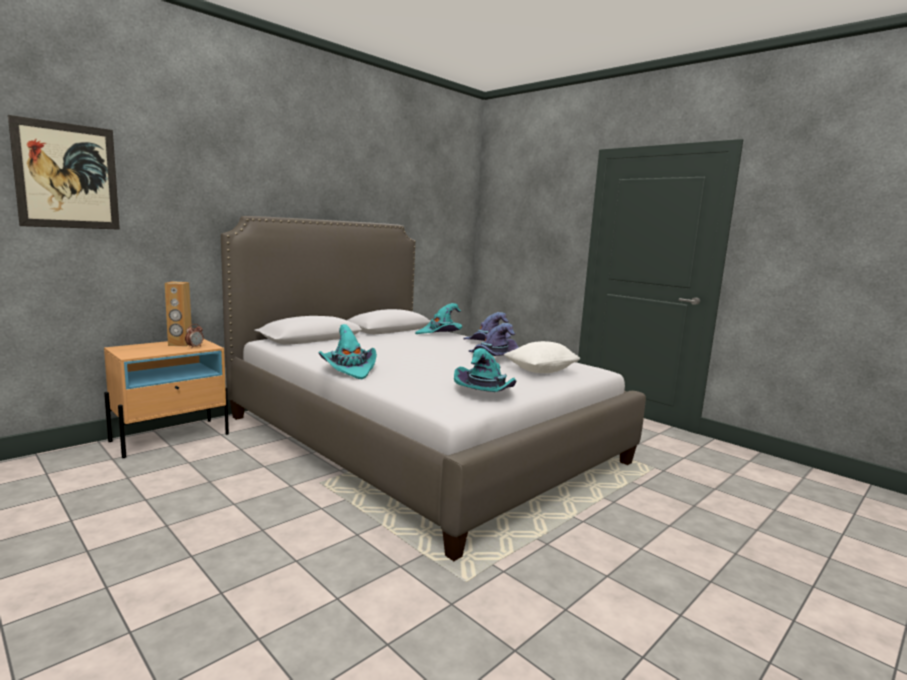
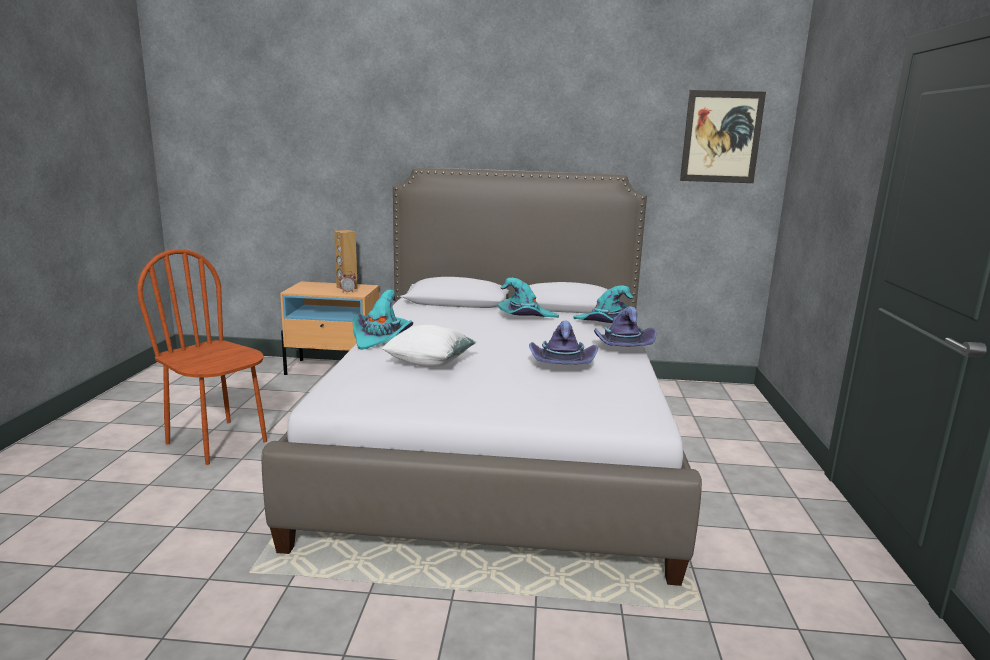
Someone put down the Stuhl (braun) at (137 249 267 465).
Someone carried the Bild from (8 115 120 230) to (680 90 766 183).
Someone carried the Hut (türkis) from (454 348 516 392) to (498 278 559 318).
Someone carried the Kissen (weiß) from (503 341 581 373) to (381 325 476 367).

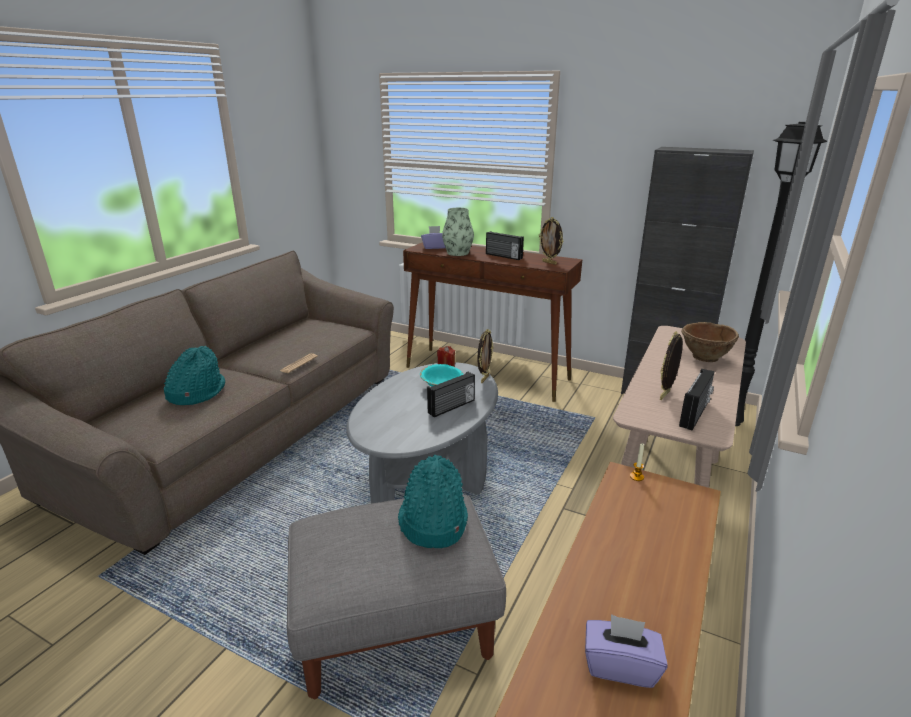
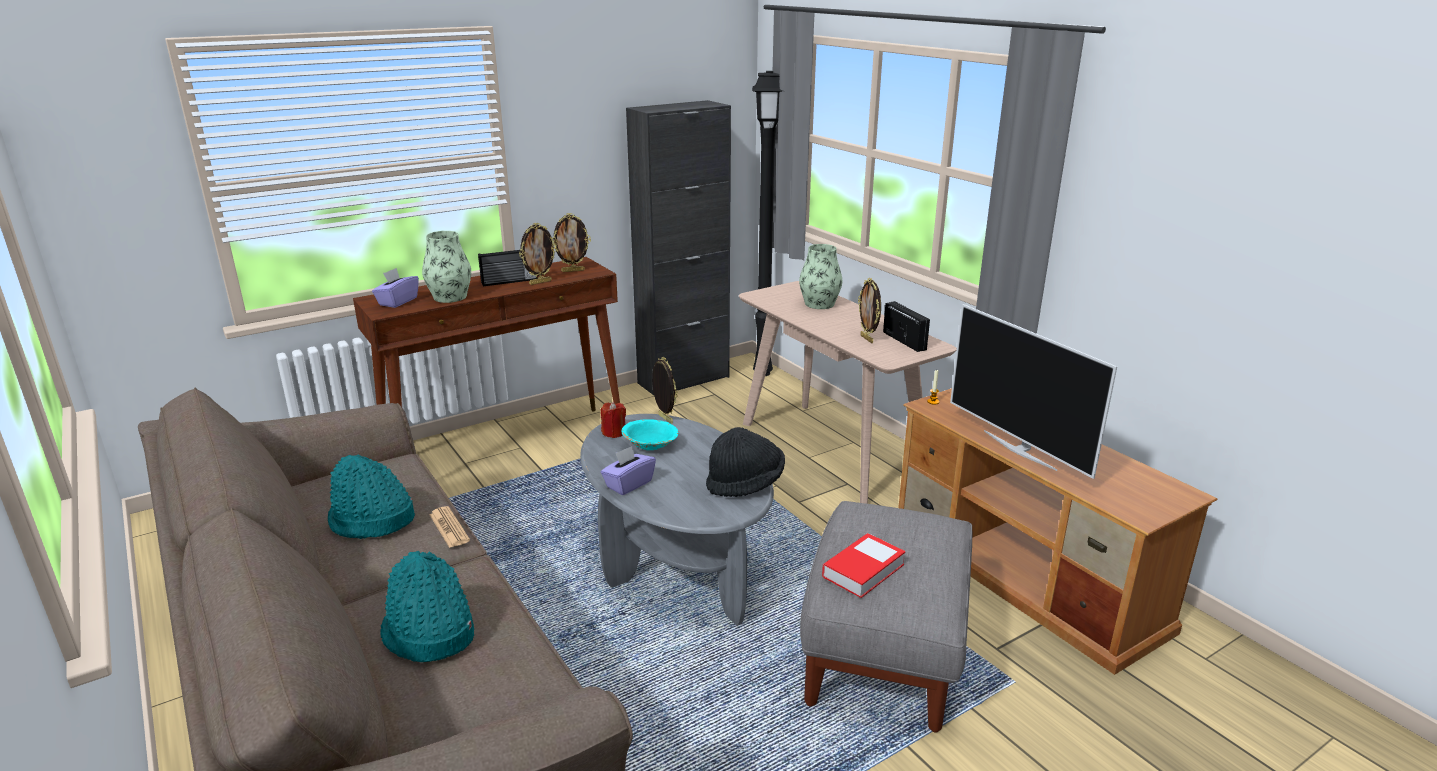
Someone took away the Radio at (427 372 475 417).
Someone put down the Bilderrahmen at (519 223 557 285).
Someone put down the Hut (schwarz) at (706 427 785 497).
Someone put down the Buch at (822 533 906 598).
Someone put down the Fernseher at (950 304 1117 479).
Someone carried the Hut (türkis) from (398 454 468 548) to (328 454 415 539).
Someone carried the Taschentuchbox (lila) from (585 614 668 688) to (601 446 656 495).
Someone swapped the Schüssel (braun) at (681 322 739 362) for the Vase at (799 244 842 309).

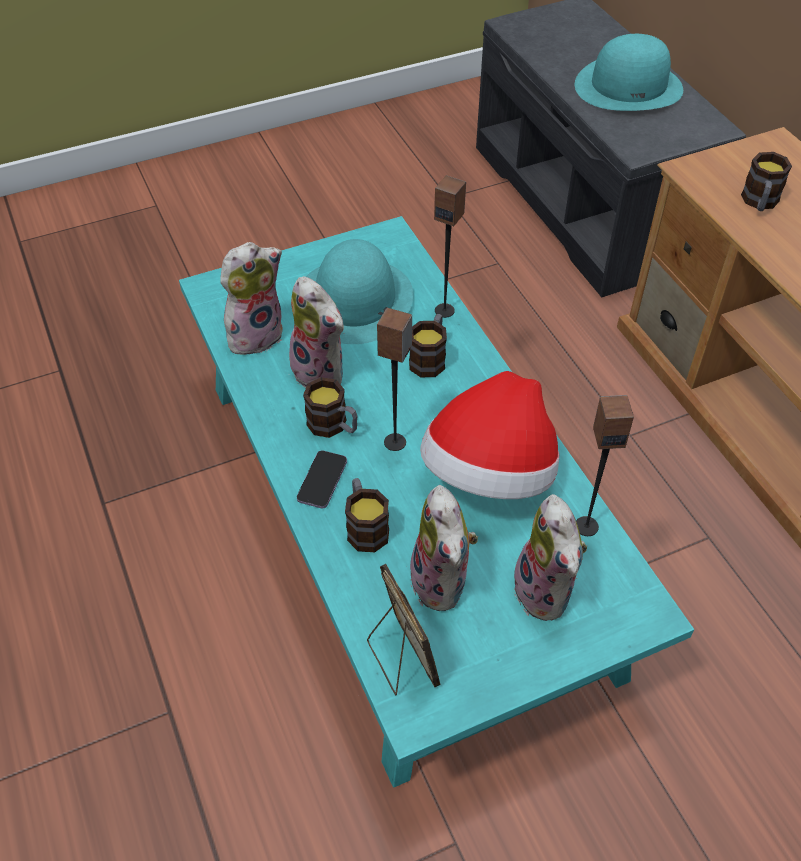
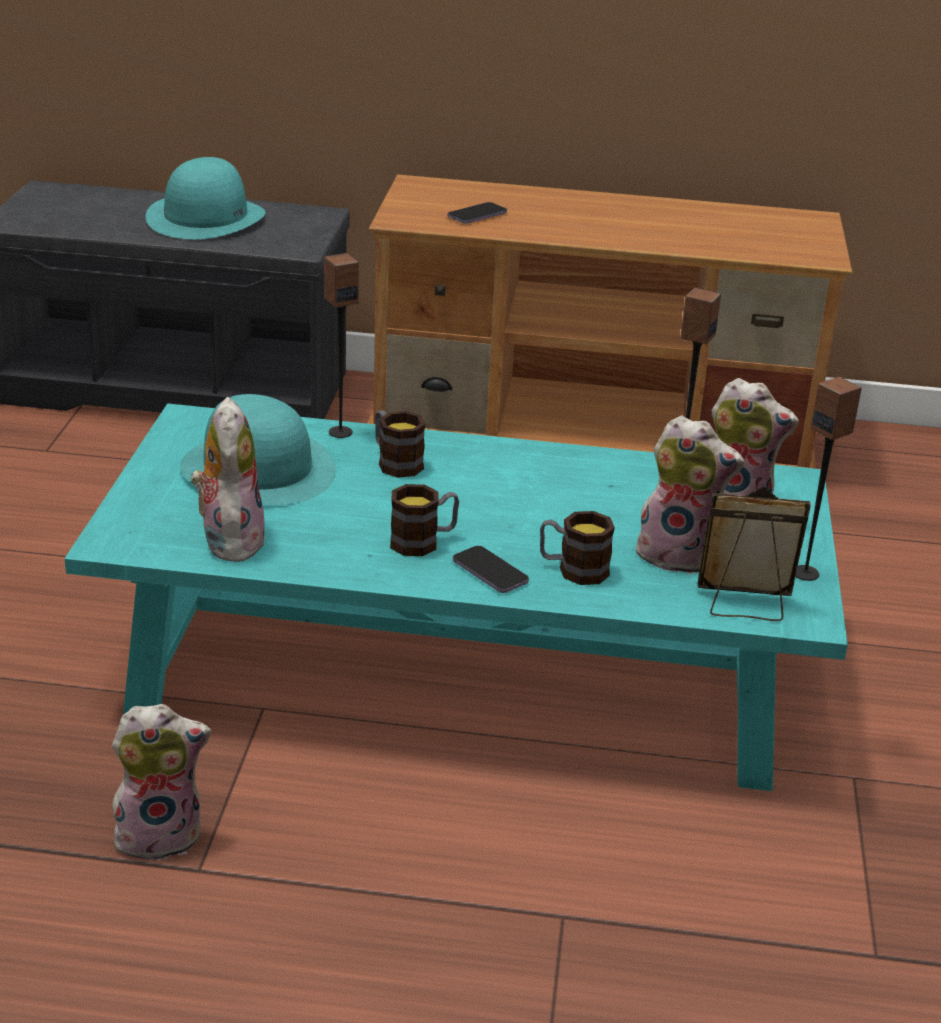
Someone took away the Hut at (420 371 559 499).
Someone carried the Plüschtier from (289 276 345 388) to (110 704 211 863).
Someone carried the Lautsprecher from (377 308 412 451) to (795 377 862 581).
Someone swapped the Henkelbecher at (741 152 792 211) for the Handy at (447 202 507 224).

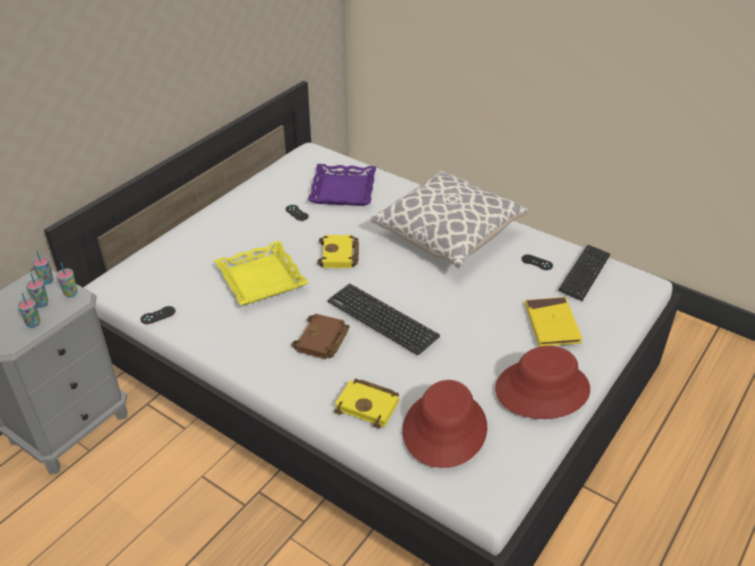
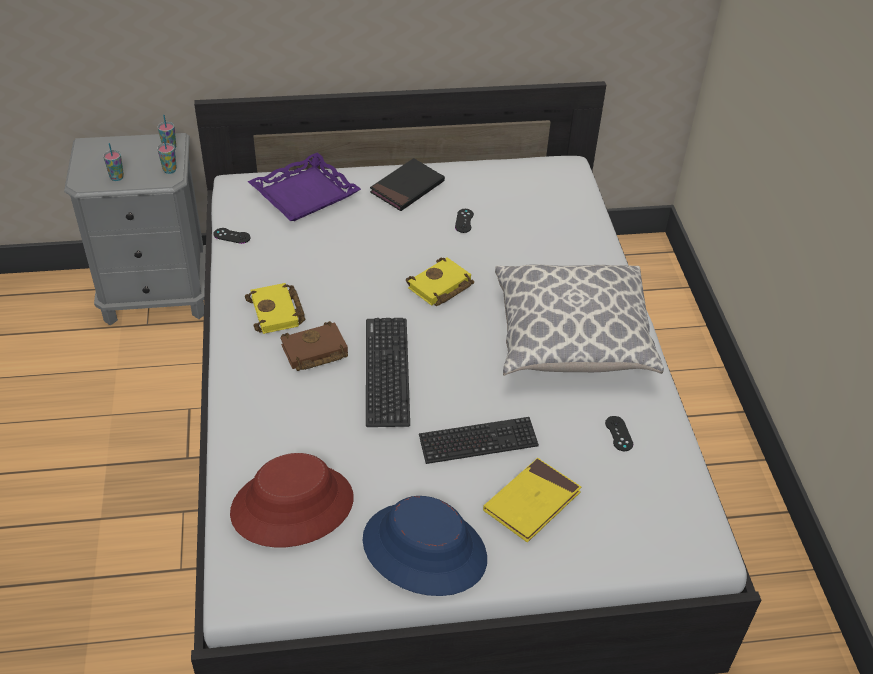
Someone took away the Tasse at (26 273 48 308).
Someone took away the Tablett (gelb) at (214 241 309 305).
Someone put down the Buch (schwarz) at (370 158 445 211).
Someone carried the Tablett (lila) from (308 164 376 206) to (248 152 361 221).
Someone carried the Buch (gelb) from (334 378 399 429) to (245 283 305 334).
Someone carried the Tastatur from (558 245 611 301) to (419 417 539 464).
Someone repainted the Hut (rot) at (495 346 590 419), which became the Hut (blau) at (363 496 487 596).

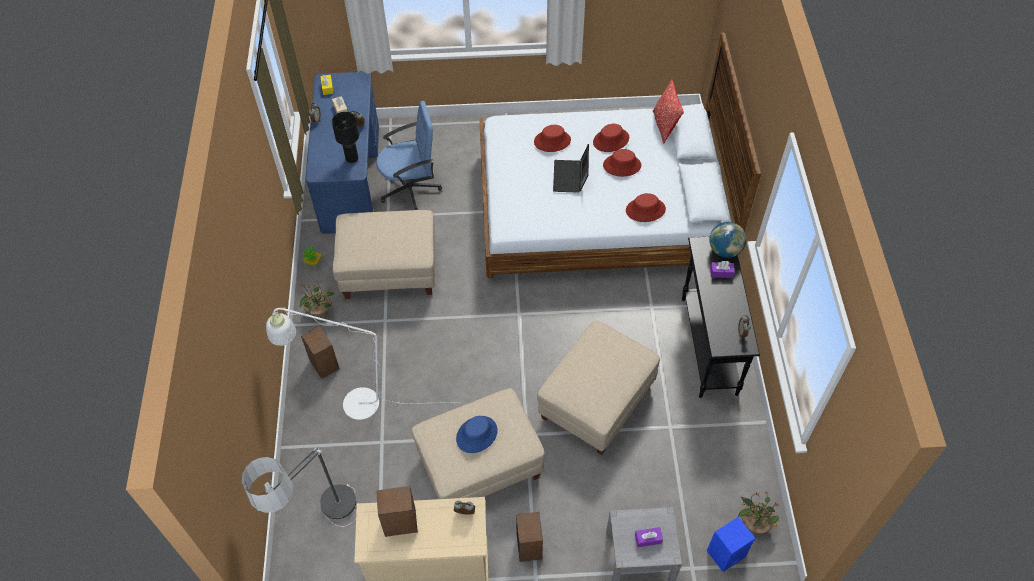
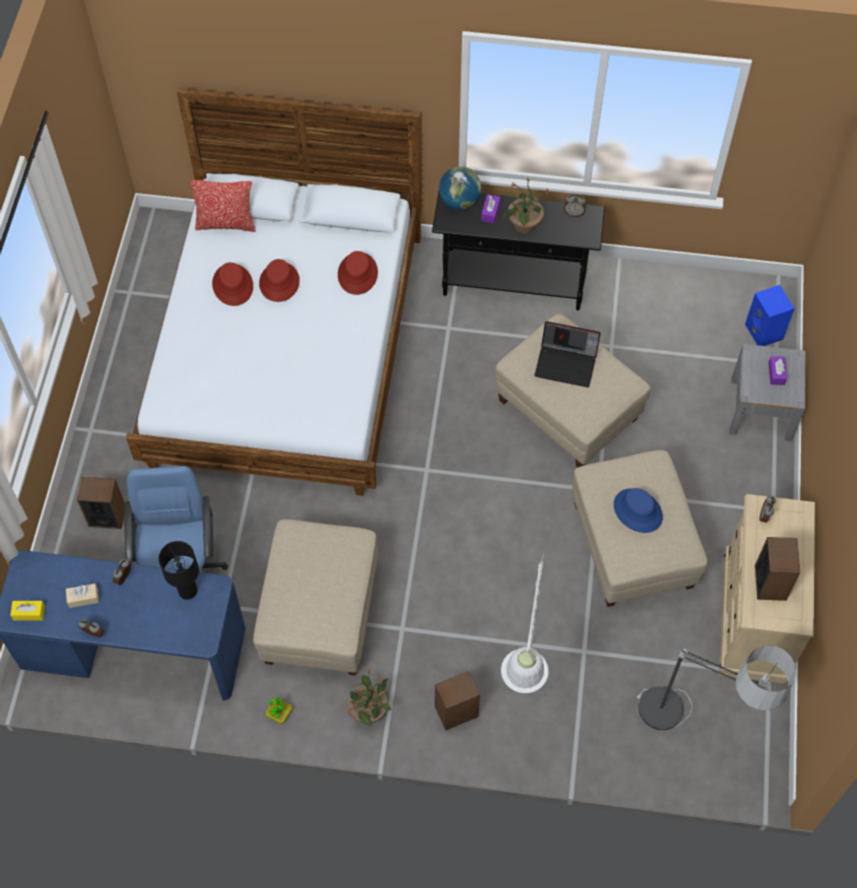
Someone took away the Hut (rot) at (534 125 571 152).
Someone carried the Lautsprecher from (516 512 543 562) to (77 477 125 529).
Someone carried the Laptop from (553 144 589 193) to (535 321 601 387).
Someone carried the Topfpflanze from (738 490 781 534) to (502 178 550 234).

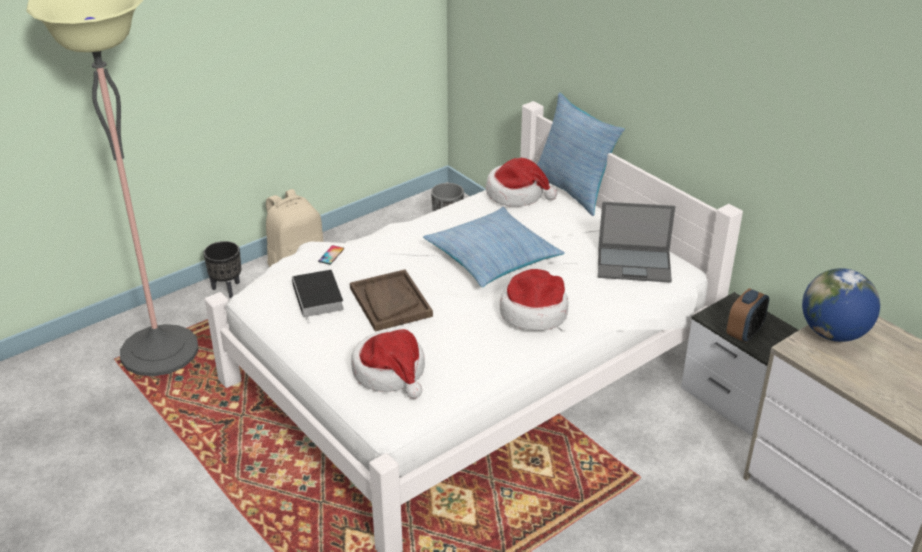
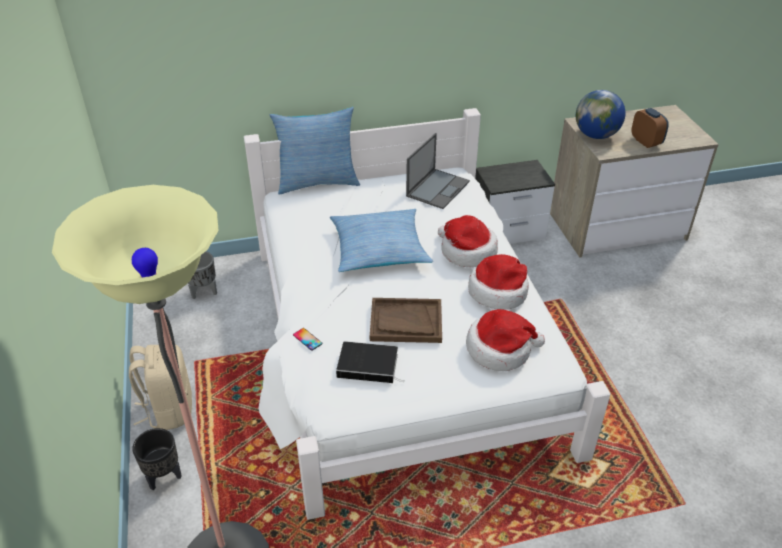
Someone carried the Hut from (486 158 558 207) to (468 254 529 310).
Someone carried the Wecker from (727 288 769 342) to (632 108 669 148).

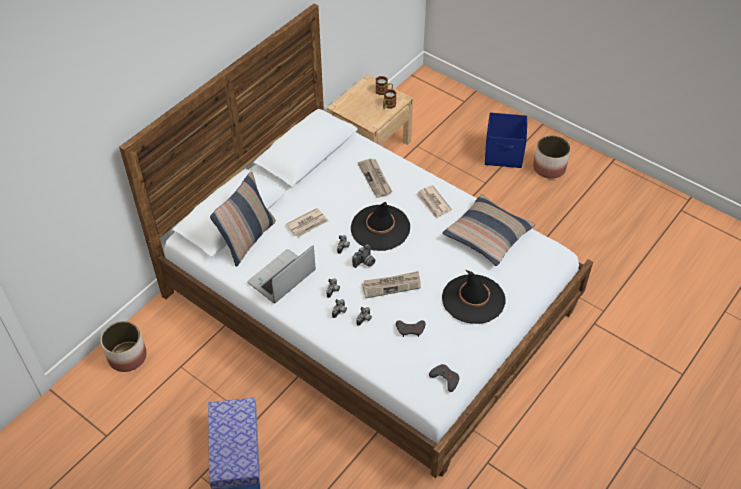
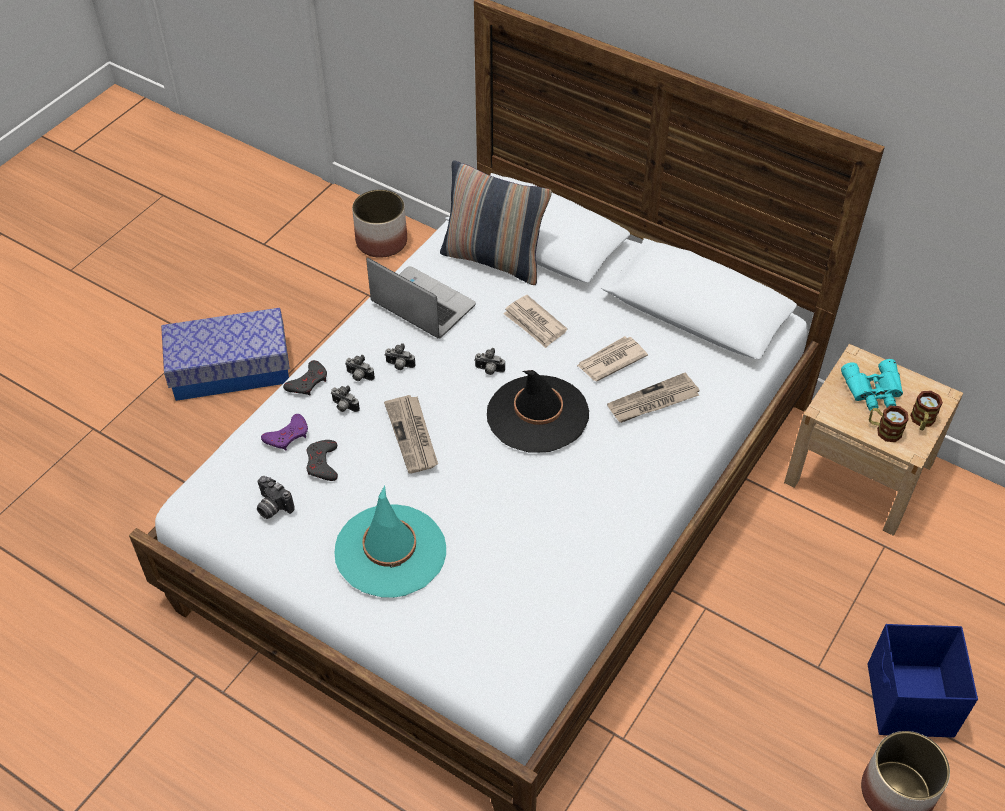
Someone took away the Kissen at (442 194 535 266).
Someone put down the Gamepad (lila) at (261 414 308 451).
Someone put down the Fernglas (türkis) at (841 359 903 411).
Someone carried the Kamera from (352 244 375 268) to (257 476 295 519).
Someone carried the Zeitung from (416 185 452 219) to (577 336 648 381).
Someone carried the Gamepad (grau) from (429 364 459 392) to (283 360 327 396).
Someone repainted the Hut (schwarz) at (442 270 506 324), which became the Hut (türkis) at (335 485 446 598).

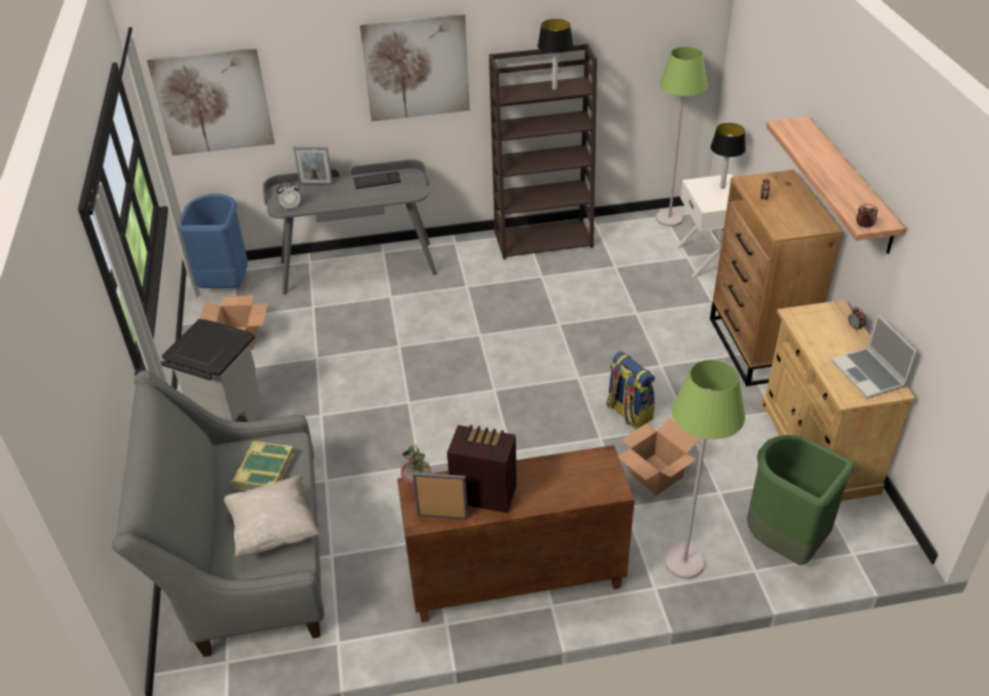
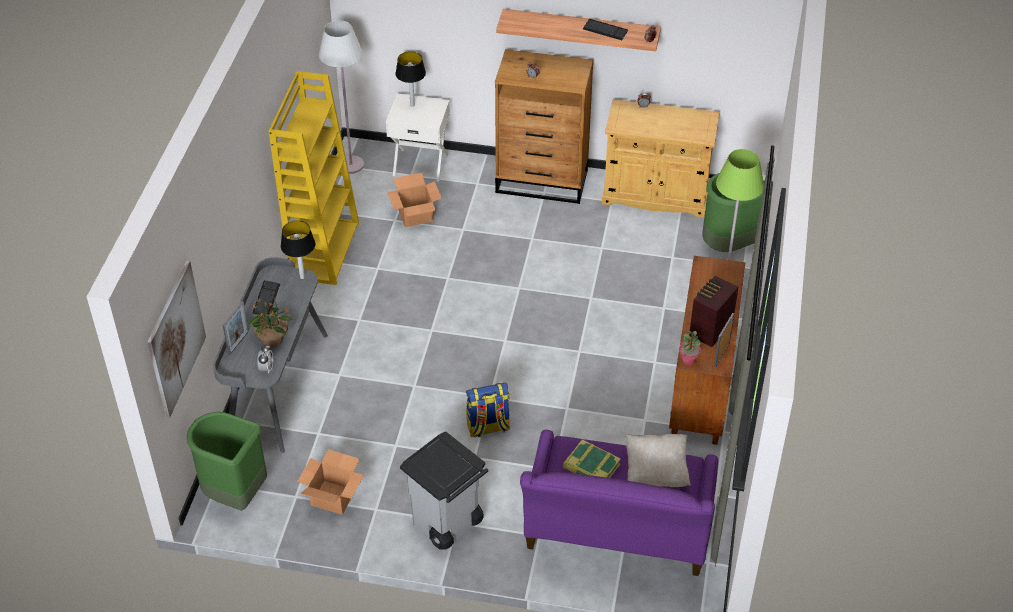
Someone took away the Bild at (360 13 470 122).
Someone took away the Laptop at (831 314 917 398).
Someone put down the Topfpflanze at (249 298 293 347).
Someone put down the Tastatur at (583 19 628 40).
Someone carried the Tischlampe from (538 19 573 90) to (281 221 315 279).
Someone carried the Rucksack from (606 352 655 429) to (466 383 510 438).
Someone carried the Karton from (618 418 699 496) to (387 173 441 227).
Someone repainted the Sofa (grau) at (112 370 324 657), which became the Sofa (lila) at (520 430 718 576).
Someone repainted the Mülleimer (blau) at (178 194 248 288), which became the Mülleimer (grün) at (187 412 267 511).
Someone repainted the Bücherregal (braun) at (489 44 597 260), which became the Bücherregal (gelb) at (269 71 359 285).
Someone repainted the Stehlampe (grün) at (656 47 708 227), which became the Stehlampe (weiß) at (319 20 364 174).

